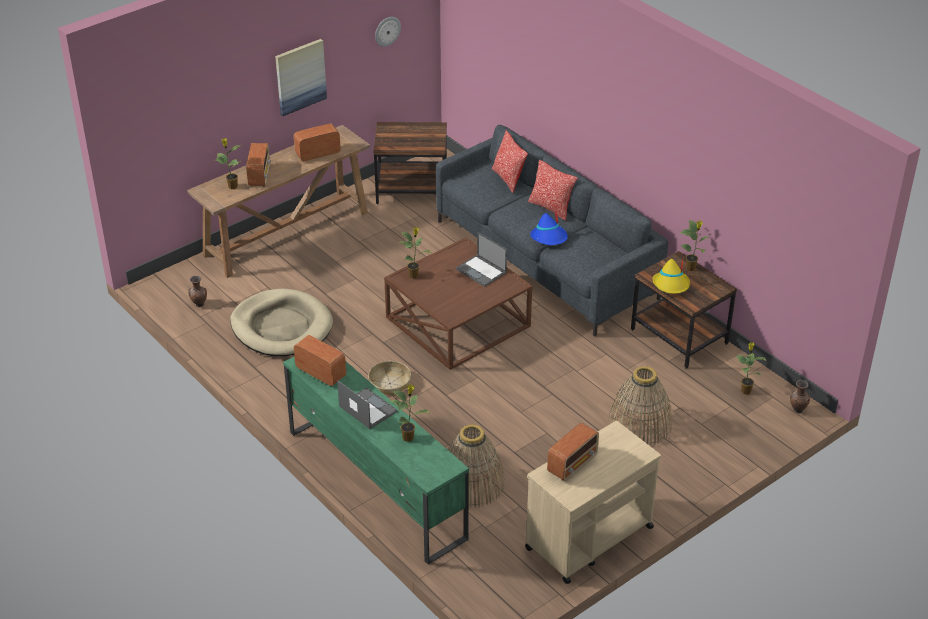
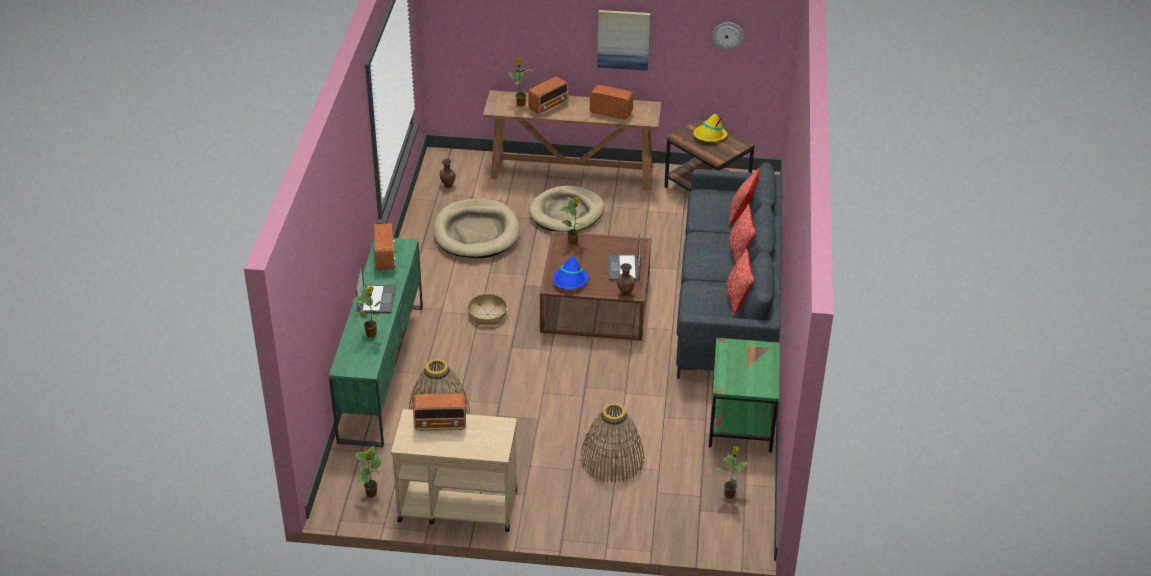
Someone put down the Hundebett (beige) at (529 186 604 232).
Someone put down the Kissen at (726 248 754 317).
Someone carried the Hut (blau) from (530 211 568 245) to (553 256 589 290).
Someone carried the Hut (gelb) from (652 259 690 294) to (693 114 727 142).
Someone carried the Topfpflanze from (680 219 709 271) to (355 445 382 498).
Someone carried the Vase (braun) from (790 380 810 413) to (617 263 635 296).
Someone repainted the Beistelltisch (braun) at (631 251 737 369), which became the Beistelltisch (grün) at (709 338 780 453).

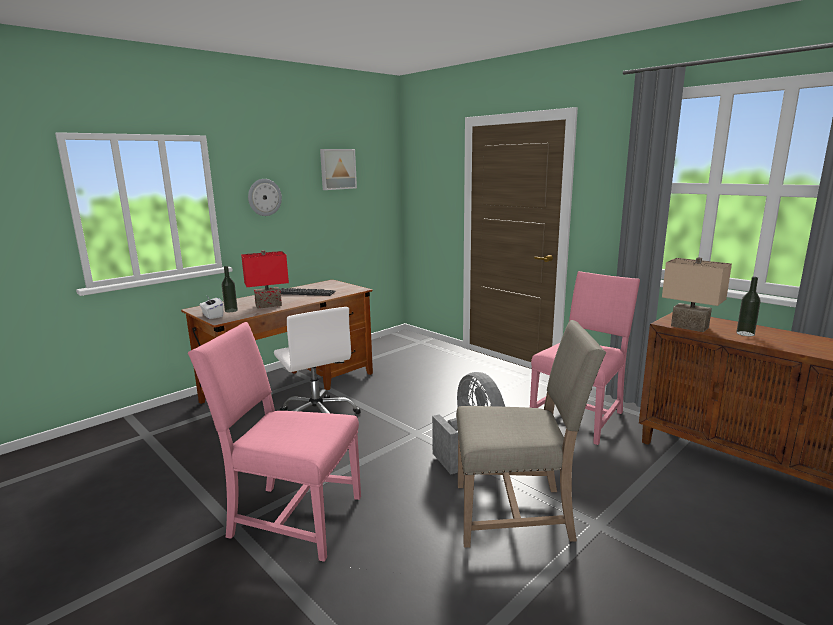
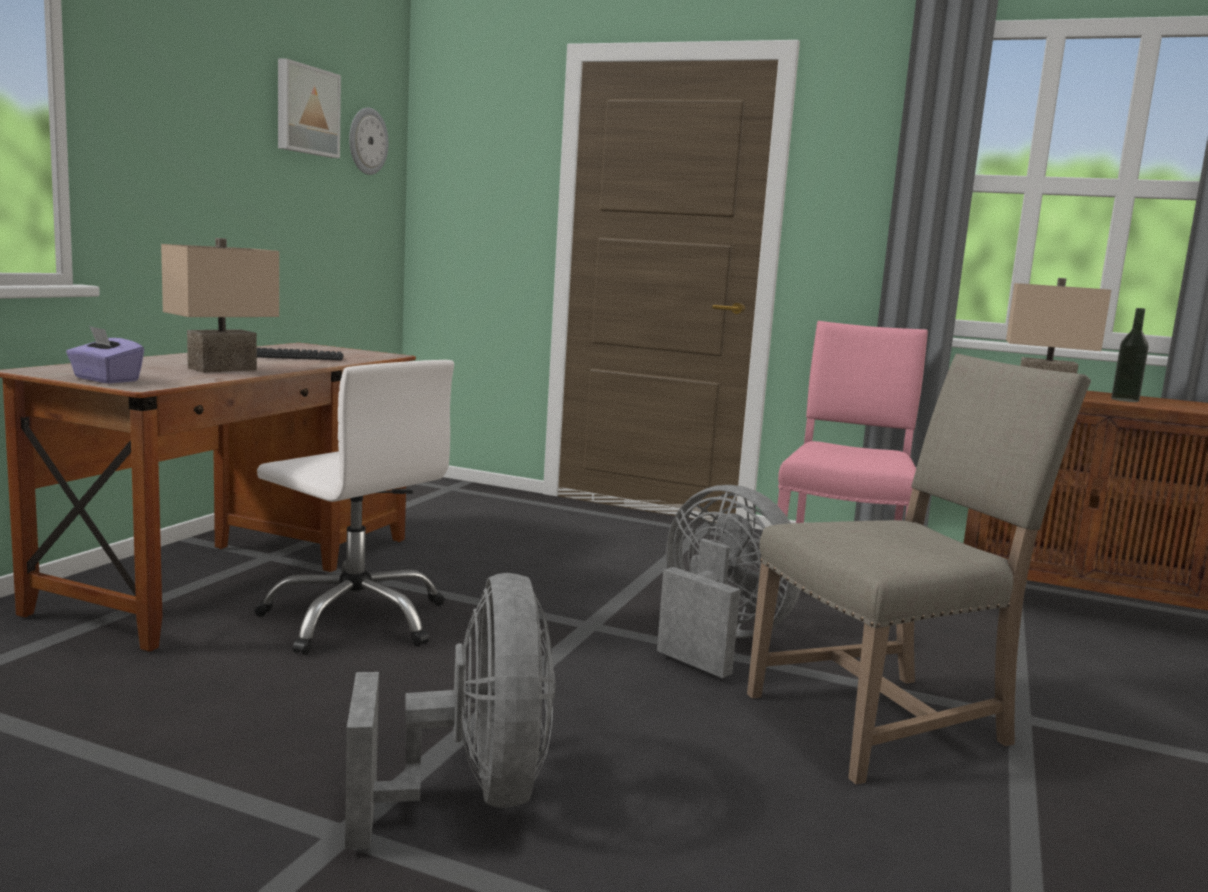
Someone took away the Flasche at (222 266 238 312).
Someone carried the Wanduhr from (248 179 282 216) to (349 107 389 175).
Someone swapped the Stuhl (rosa) at (188 322 361 562) for the Ventilator (grau) at (345 573 555 850).
Someone repainted the Taschentuchbox (weiß) at (200 296 224 319), which became the Taschentuchbox (lila) at (66 326 144 384).
Someone repainted the Tischlampe (rot) at (241 250 289 309), which became the Tischlampe (beige) at (161 238 279 373).

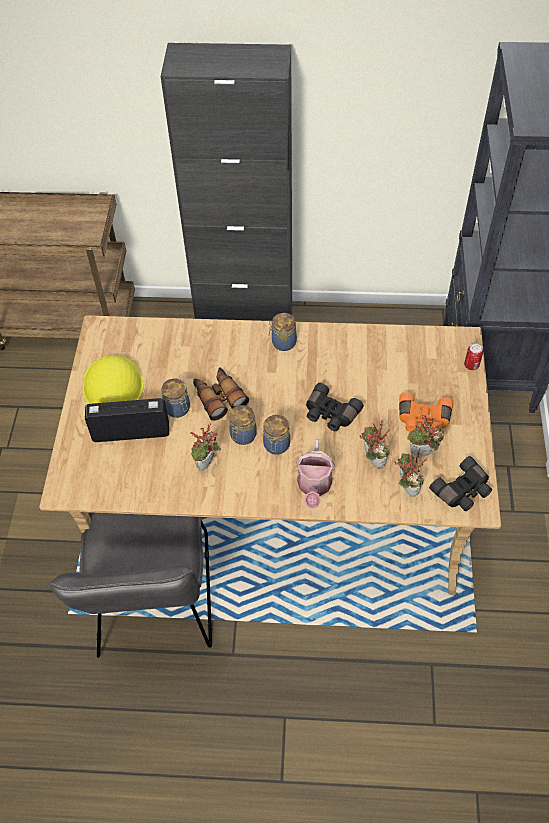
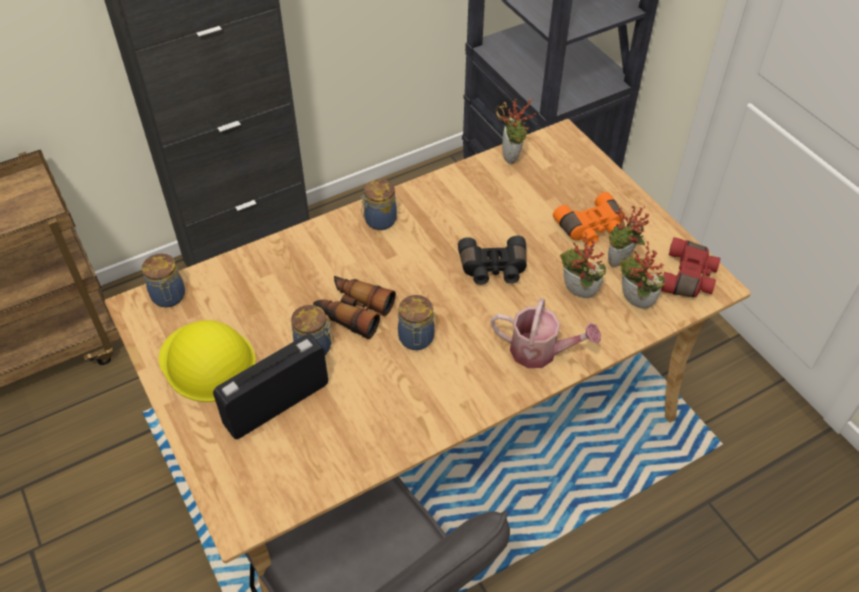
Someone took away the Dose at (464 343 483 370).
Someone carried the Topfpflanze from (190 424 221 471) to (500 98 537 164).
Someone carried the Vorratsglas from (263 415 290 455) to (142 253 185 307).
Someone repainted the Fernglas (schwarz) at (429 456 492 511), which became the Fernglas (rot) at (661 237 721 298).
Someone rotated the Gießkanne at (295 439 335 509) by 45 degrees counterclockwise.

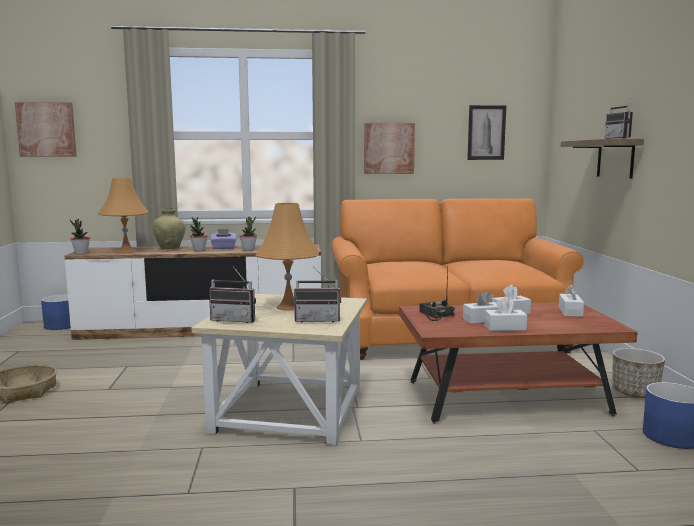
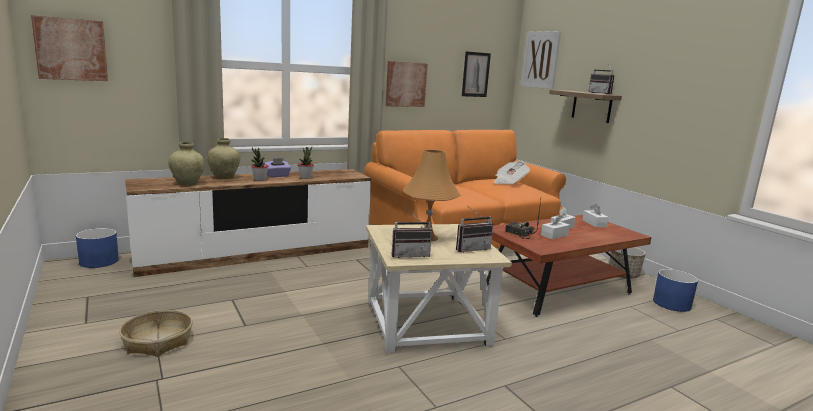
Someone took away the Topfpflanze at (70 219 90 254).
Someone took away the Taschentuchbox (weiß) at (485 297 527 331).
Someone put down the Zeitung at (494 161 530 185).
Someone put up the Bild at (521 31 561 89).
Someone swapped the Tischlampe (orange) at (98 178 149 253) for the Vase (beige) at (168 142 205 186).

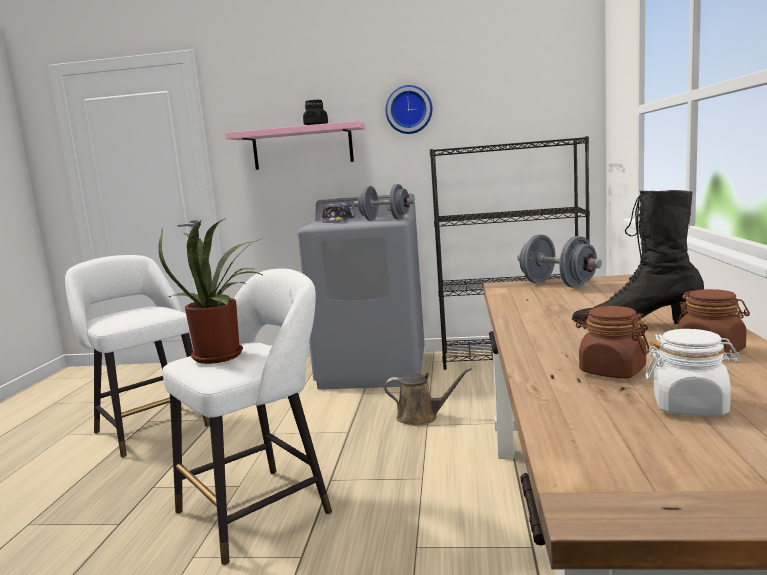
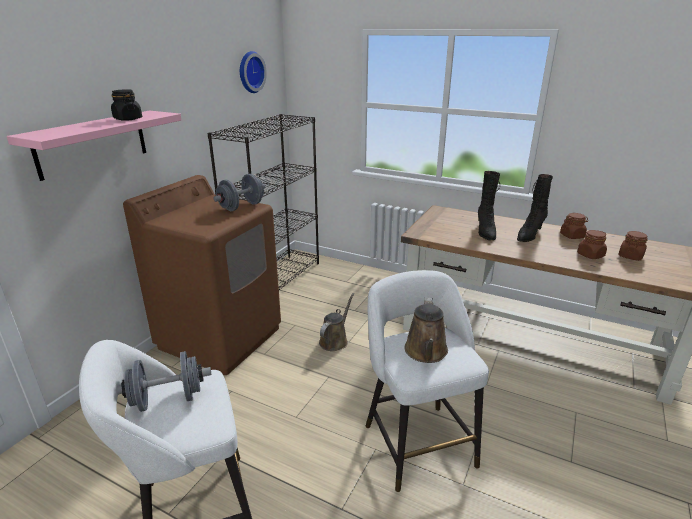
Someone took away the Kappe at (321 202 355 223).
Someone put down the Stiefel (schwarz) at (478 171 500 240).
Someone carried the Wanduhr from (385 85 432 134) to (240 51 267 93).
Someone carried the Hantel (grau) from (518 235 602 288) to (117 351 212 412).
Someone swapped the Topfpflanze at (158 218 264 364) for the Gießkanne (braun) at (404 298 448 363).
Someone repainted the Waschmaschine (grau) at (298 193 425 390), which became the Waschmaschine (braun) at (123 175 281 375).
Someone repainted the Vorratsglas (weiß) at (646 329 741 416), which became the Vorratsglas (braun) at (618 231 648 261).

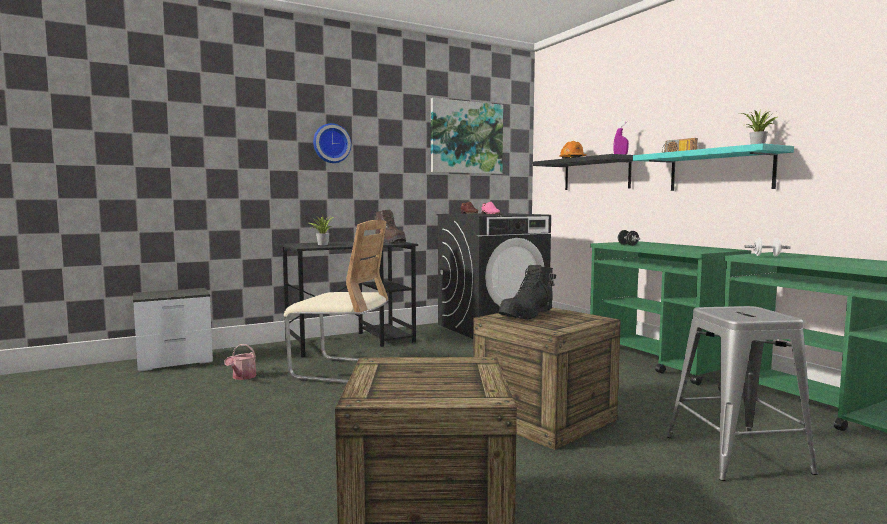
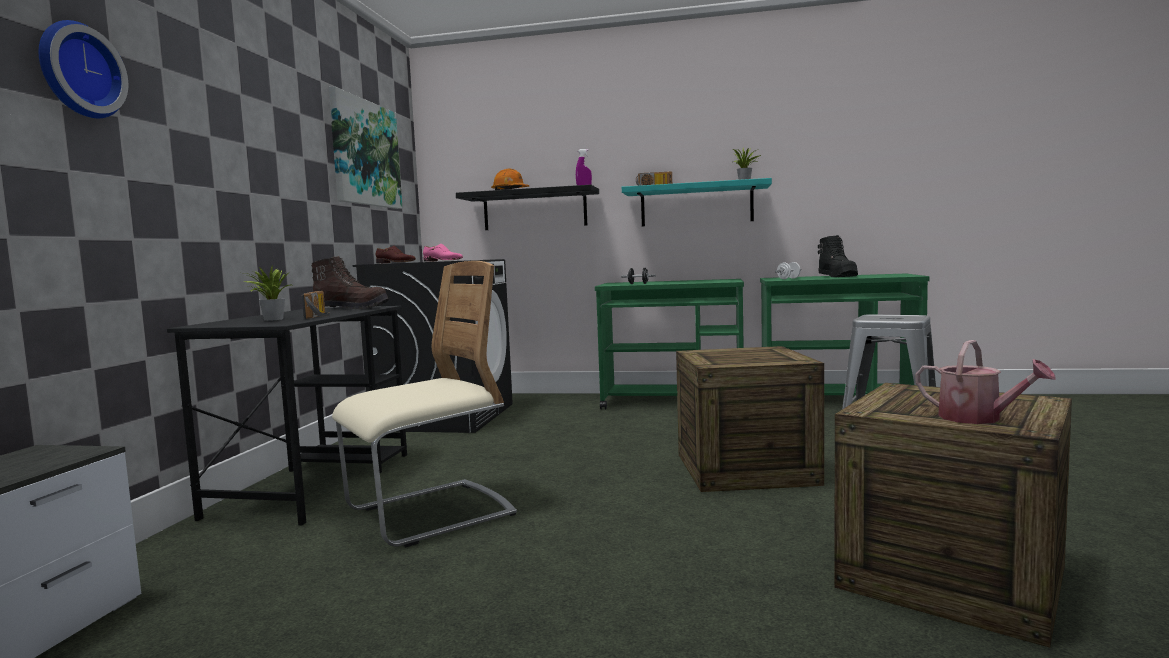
Someone put down the Radio at (302 291 330 318).
Someone carried the Gießkanne from (224 344 256 380) to (915 340 1056 424).
Someone carried the Wanduhr from (313 123 351 163) to (39 20 128 118).
Someone carried the Stiefel (schwarz) from (498 265 556 320) to (818 235 858 277).

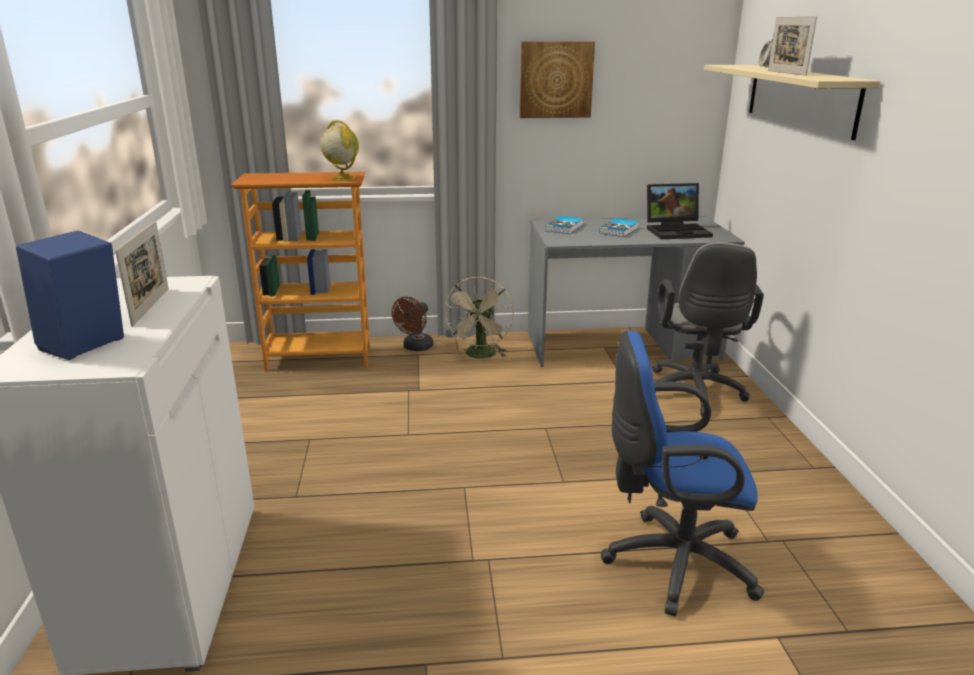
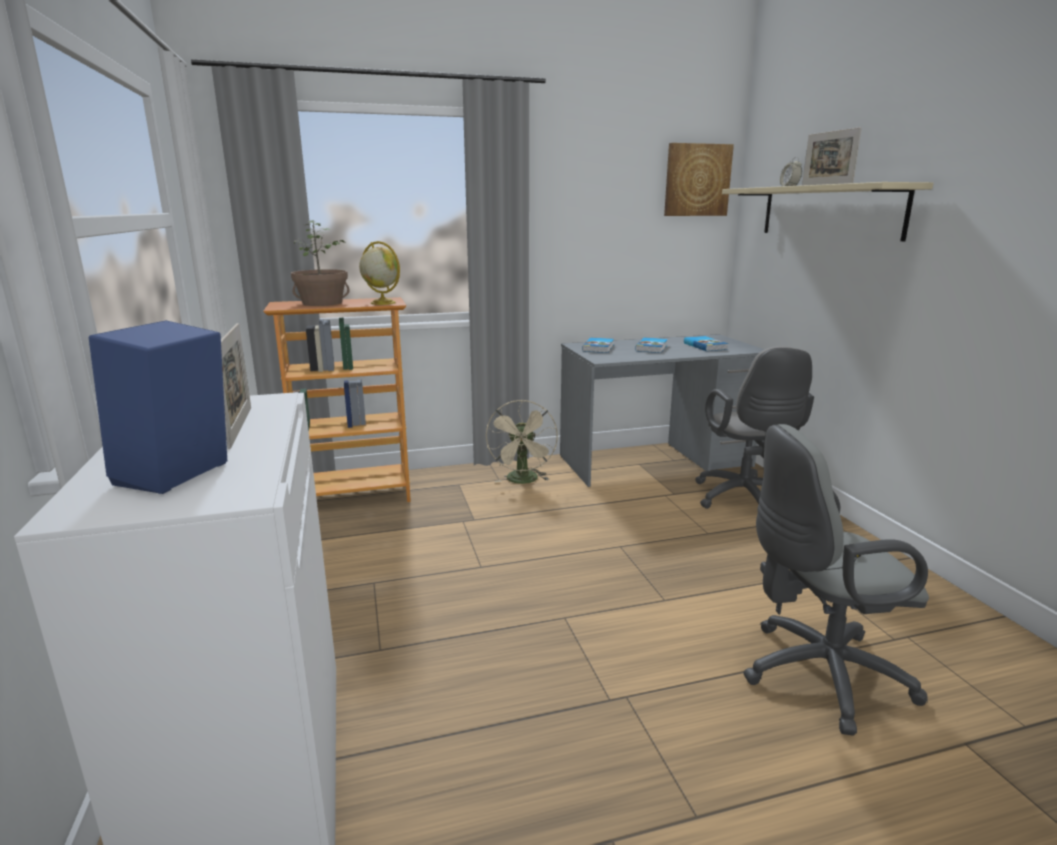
Someone took away the Ventilator (braun) at (392 297 433 351).
Someone put down the Topfpflanze at (291 221 350 306).
Someone carried the Bild from (520 41 595 118) to (664 143 734 216).
Someone swapped the Laptop at (647 183 713 239) for the Buch at (684 336 728 351).
Someone repainted the Bürostuhl (blau) at (601 331 764 616), which became the Bürostuhl (grau) at (743 424 929 735).

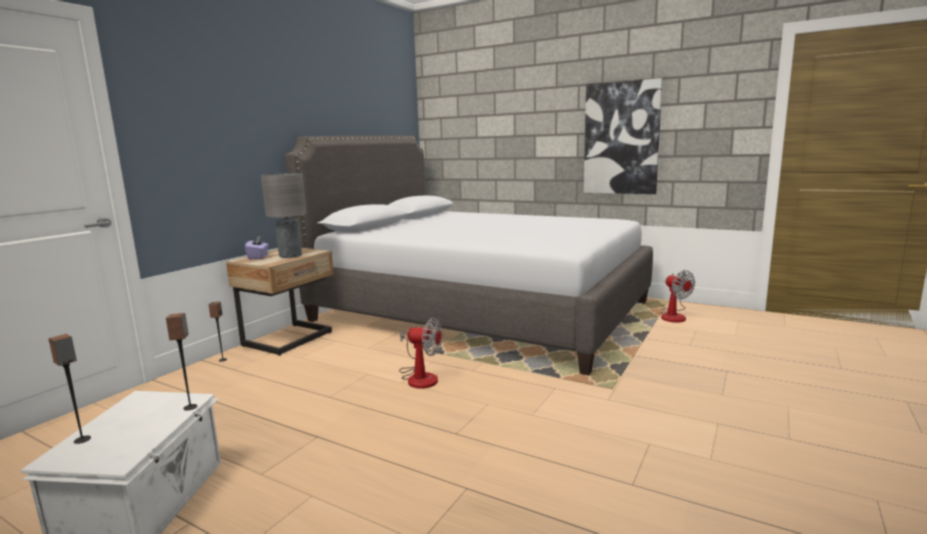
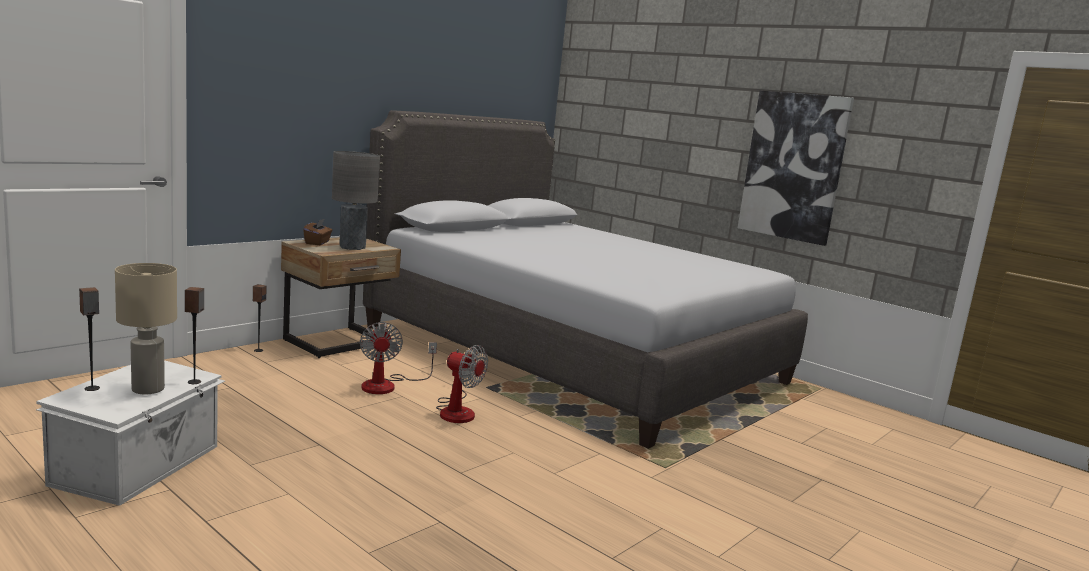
Someone put down the Tischlampe (beige) at (115 263 177 394).
Someone carried the Ventilator from (661 270 695 323) to (360 322 437 394).
Someone repainted the Taschentuchbox (lila) at (245 235 269 260), which became the Taschentuchbox (braun) at (303 218 332 245).

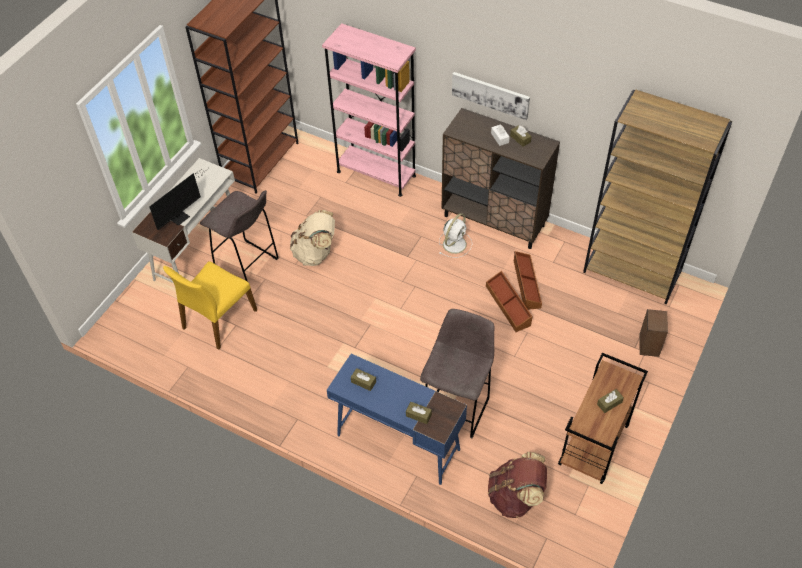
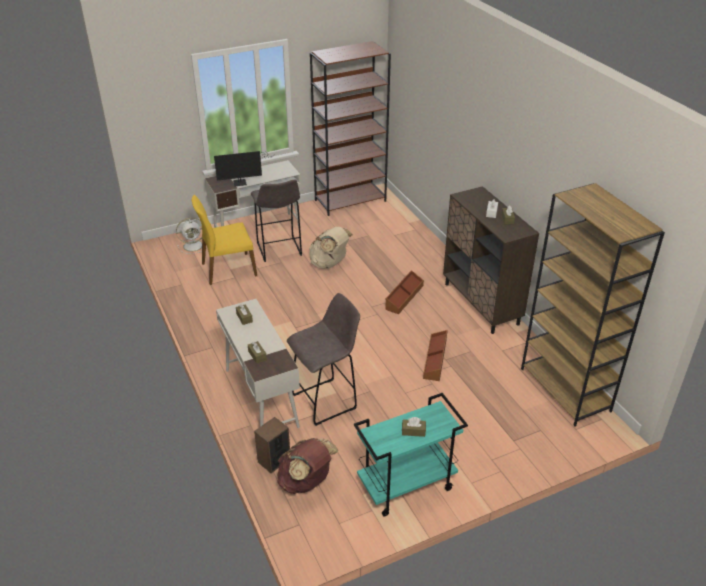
Someone took away the Bücherregal (rosa) at (322 23 416 197).
Someone took away the Bild at (452 72 530 120).
Someone carried the Ventilator (weiß) from (439 213 472 258) to (176 218 207 254).
Someone carried the Aufbewahrungsbox (braun) from (514 251 542 310) to (385 270 424 314).
Someone carried the Lautsprecher from (639 309 668 357) to (254 417 290 473).
Someone repainted the Schreibtisch (blau) at (327 354 467 485), which became the Schreibtisch (weiß) at (216 299 300 428).
Someone repainted the Rollwagen (braun) at (558 353 648 484), which became the Rollwagen (türkis) at (354 393 468 516).

